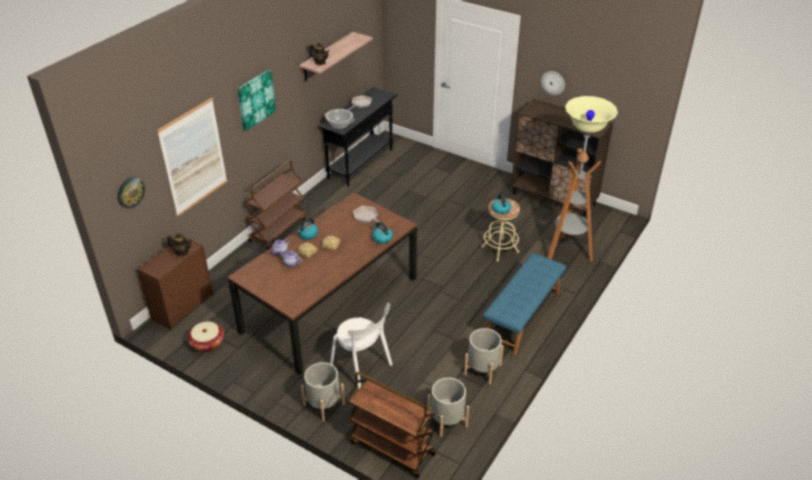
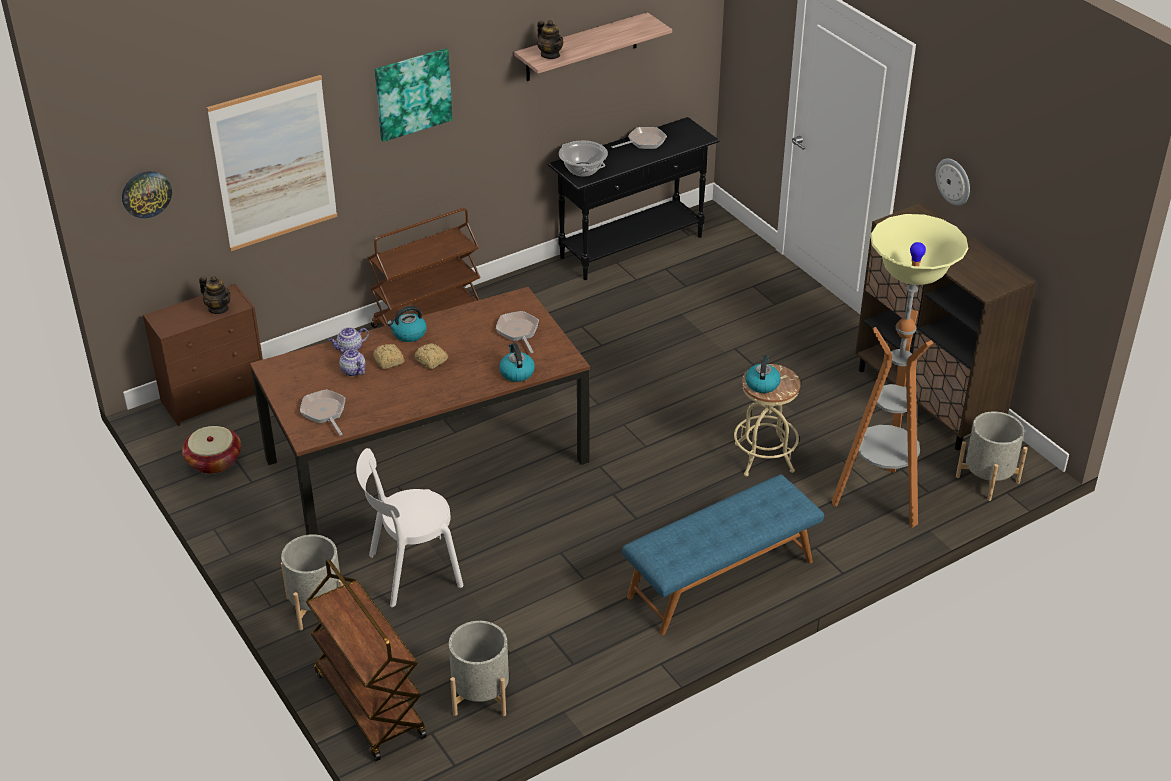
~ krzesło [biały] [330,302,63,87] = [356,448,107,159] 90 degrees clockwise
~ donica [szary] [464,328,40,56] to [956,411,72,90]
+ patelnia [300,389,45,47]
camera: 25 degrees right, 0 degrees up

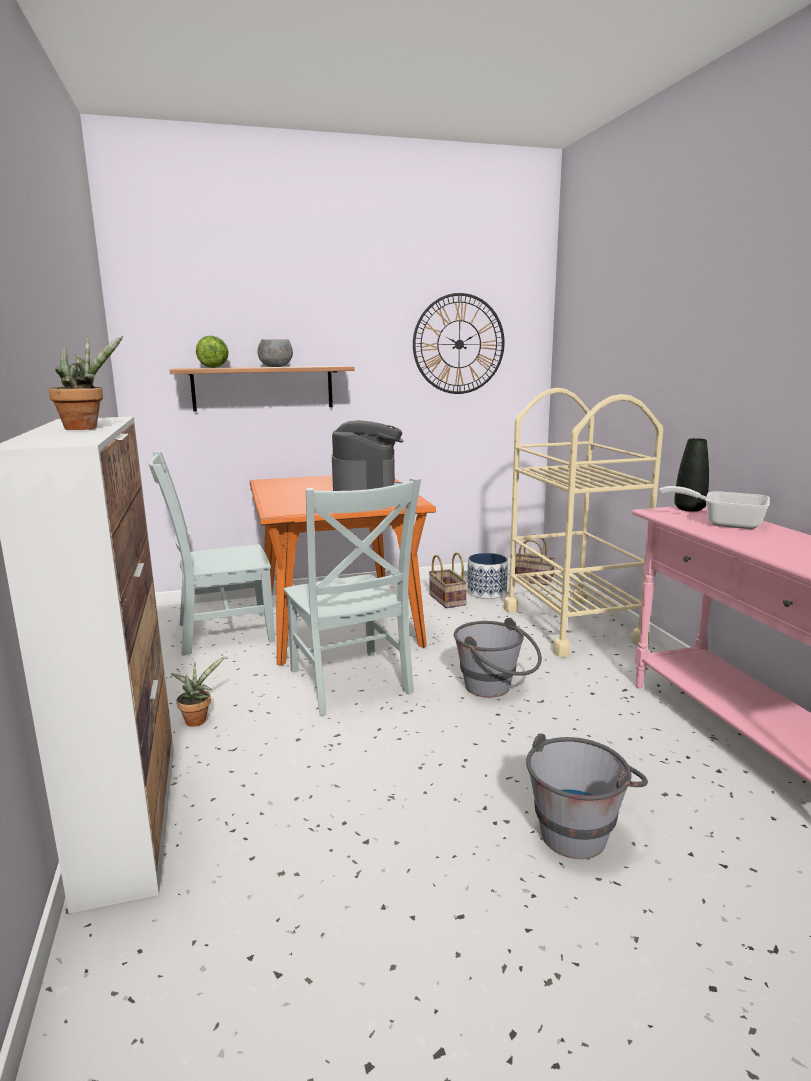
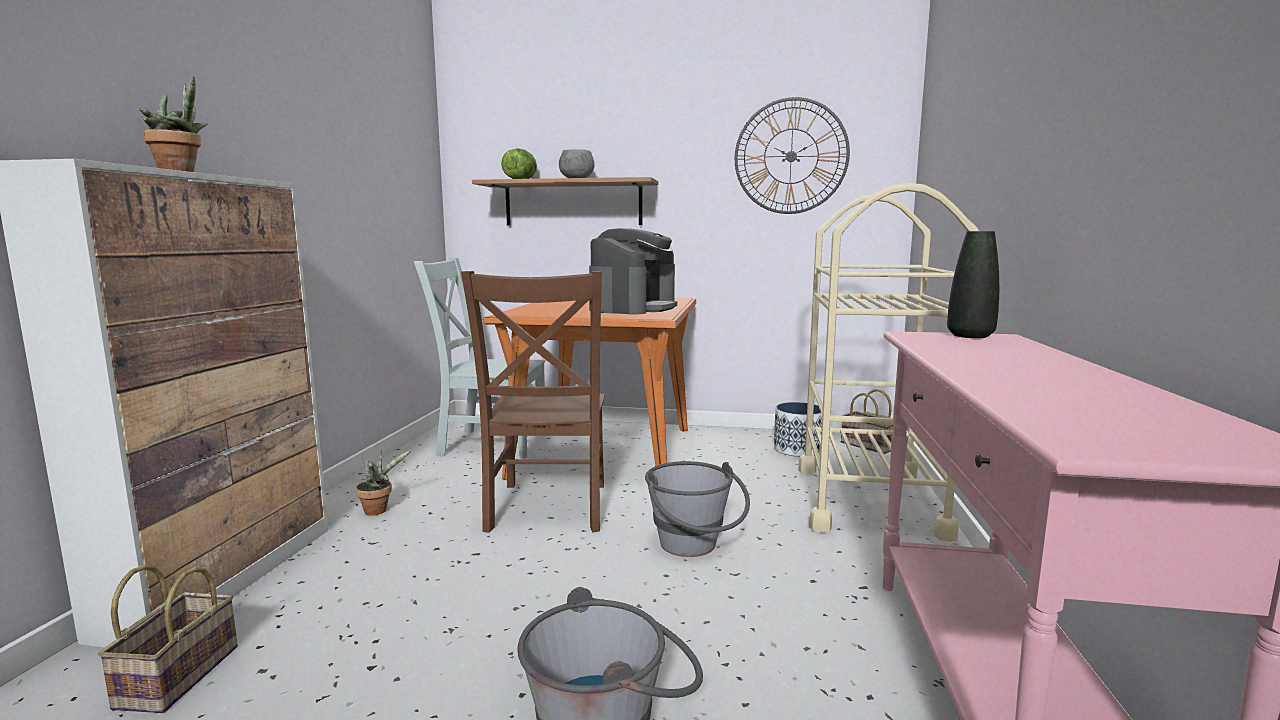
~ krzesło [szary] [284,478,137,238] to krzesło [brązowy] [461,271,143,262]
- patelnia [659,486,111,43]
~ koszyk [429,552,38,56] to [98,564,140,149]
camera: 25 degrees right, 5 degrees down

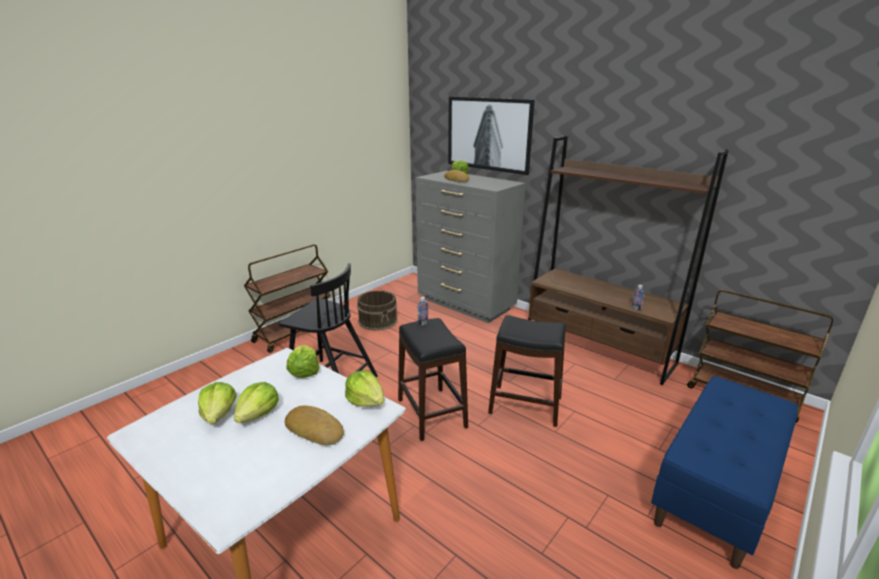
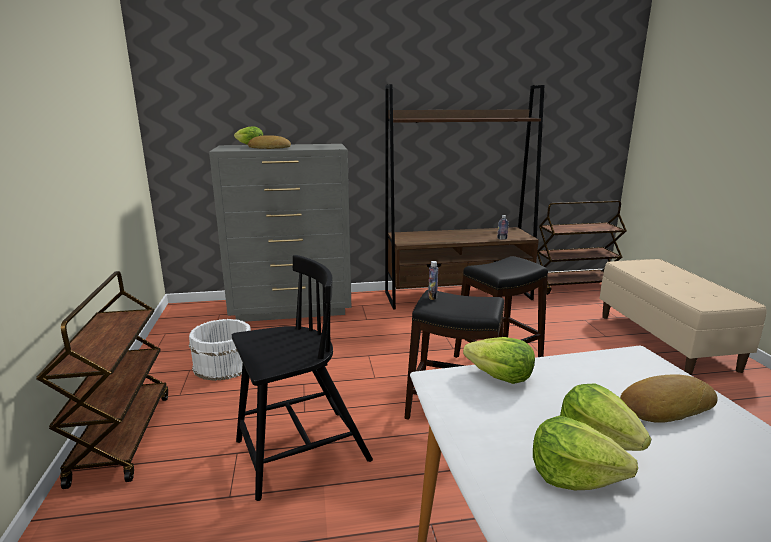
- obraz [448,97,87,78]
~ wiadro [brązowy] [357,291,41,40] to wiadro [biały] [189,319,62,62]
- sałata [345,370,39,37]
~ ławka [niebieski] [651,376,147,193] to ławka [beżowy] [599,259,168,117]
camera: 50 degrees left, 5 degrees down

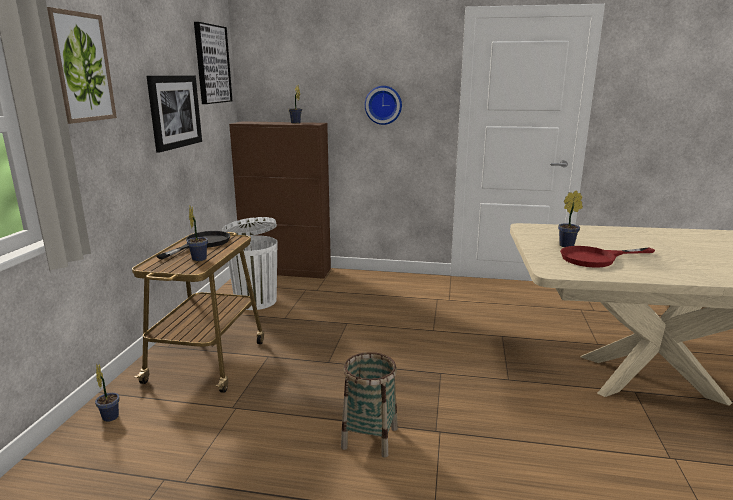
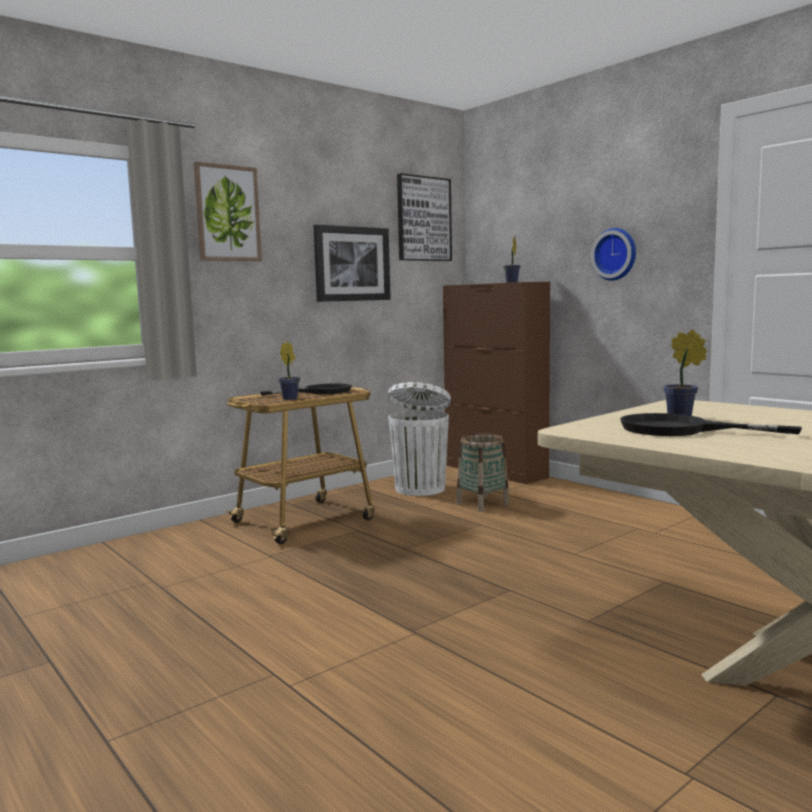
~ patelnia [czerwony] [560,246,95,22] to patelnia [czarny] [620,413,182,23]
~ koszyk [341,352,57,106] to [456,433,53,79]
- roślina doniczkowa [95,363,25,59]
camera: 40 degrees right, 10 degrees down

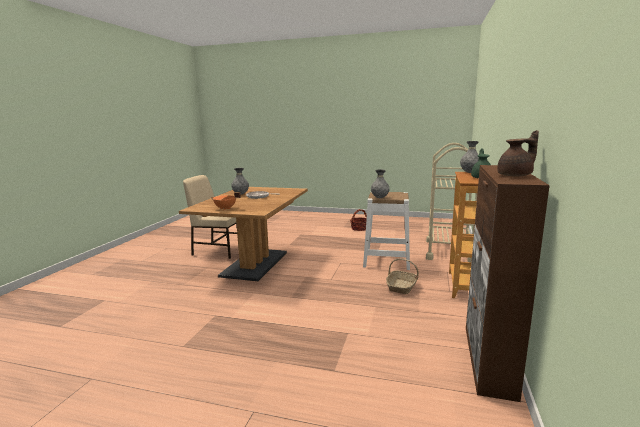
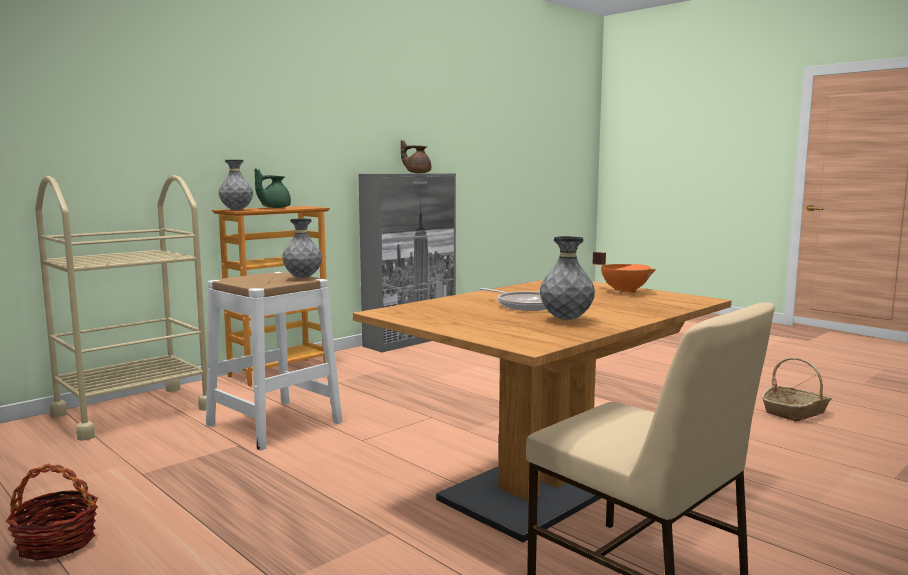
~ szafka [brązowy] [466,165,84,237] to szafka [szary] [358,173,98,179]
~ koszyk [386,258,33,36] to [761,358,71,63]
camera: 150 degrees left, 5 degrees down

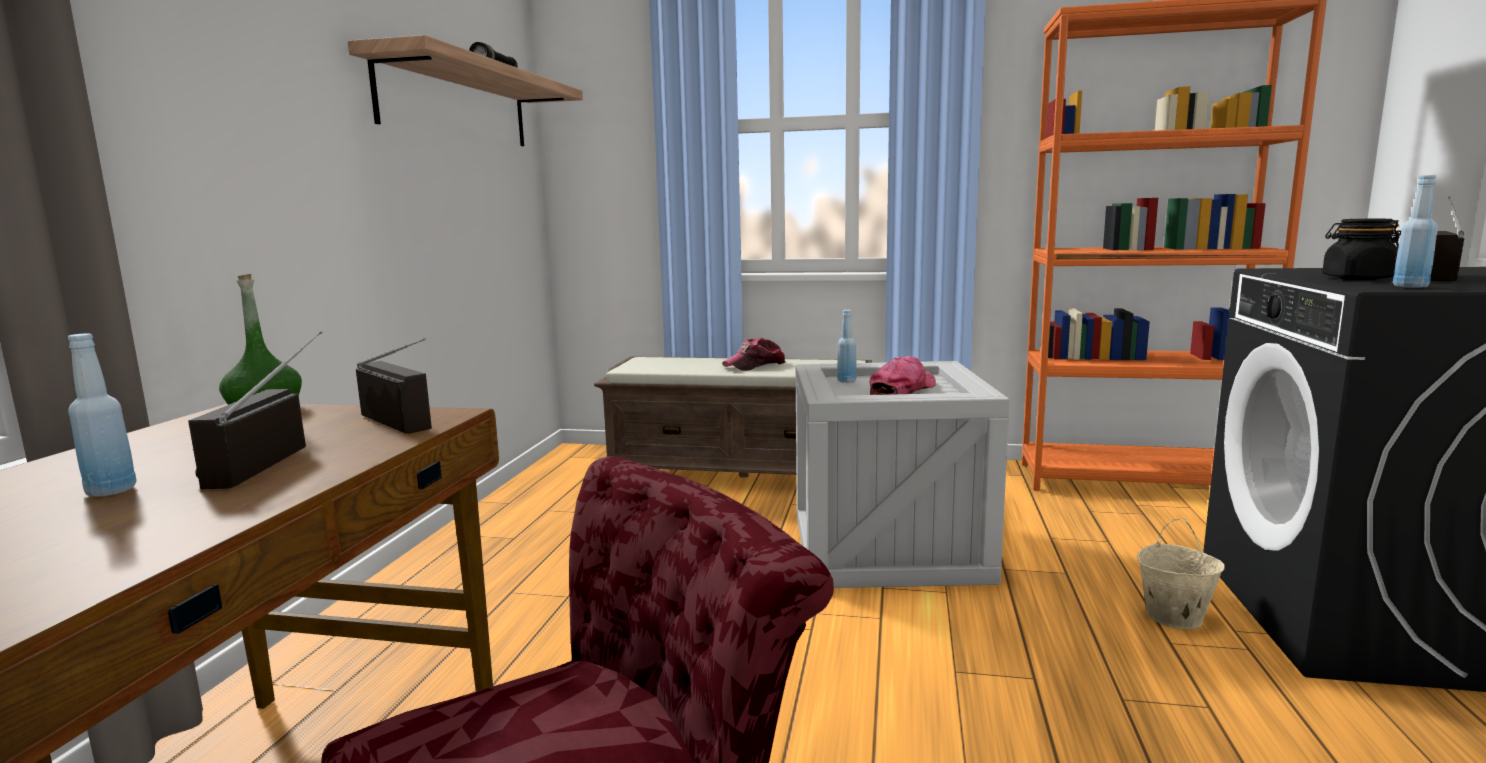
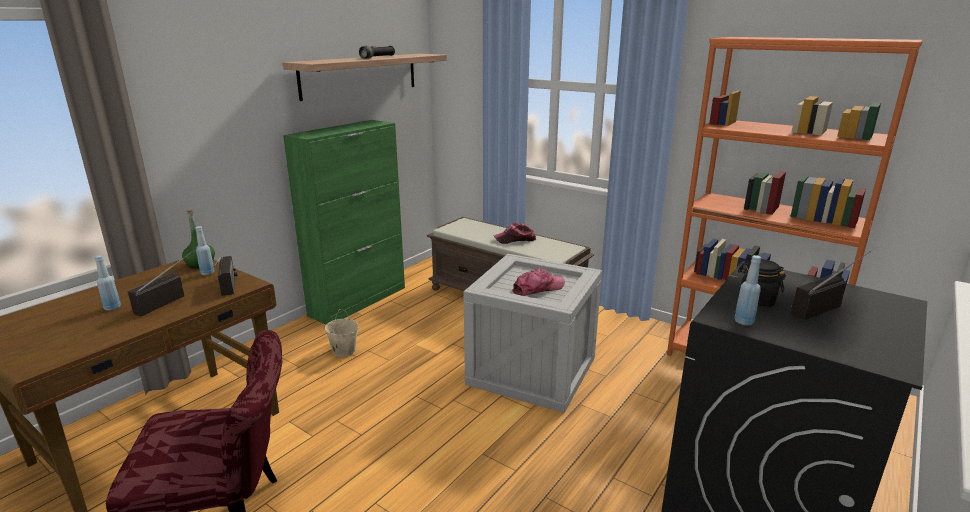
~ butelka [niebieski] [837,310,20,73] to [195,226,20,49]
~ wiadro [beżowy] [1137,519,88,110] to [325,309,34,48]
+ szafka [zielony] [283,120,122,205]
camera: 25 degrees right, 10 degrees up

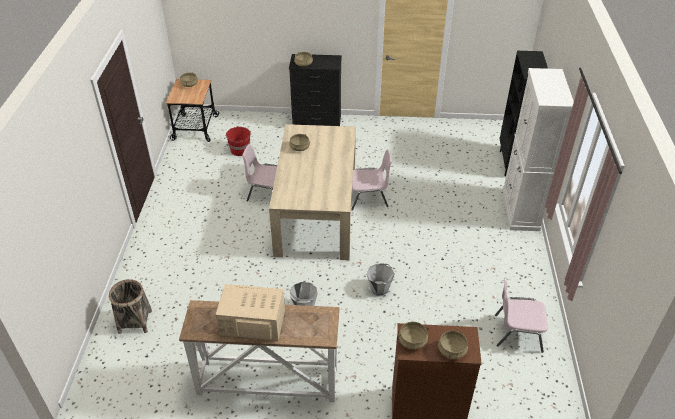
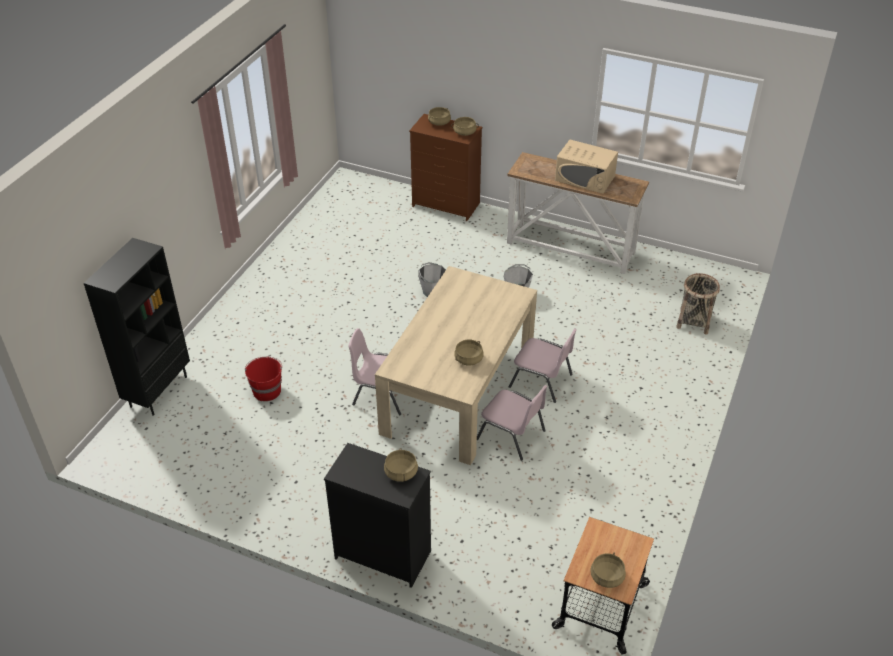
- szafka [biały] [502,68,72,163]
~ wiadro [czerwony] [226,127,25,29] to [245,357,37,44]
~ krzesło [różowy] [495,280,53,73] to [509,329,68,74]
camera: 160 degrees left, 0 degrees up

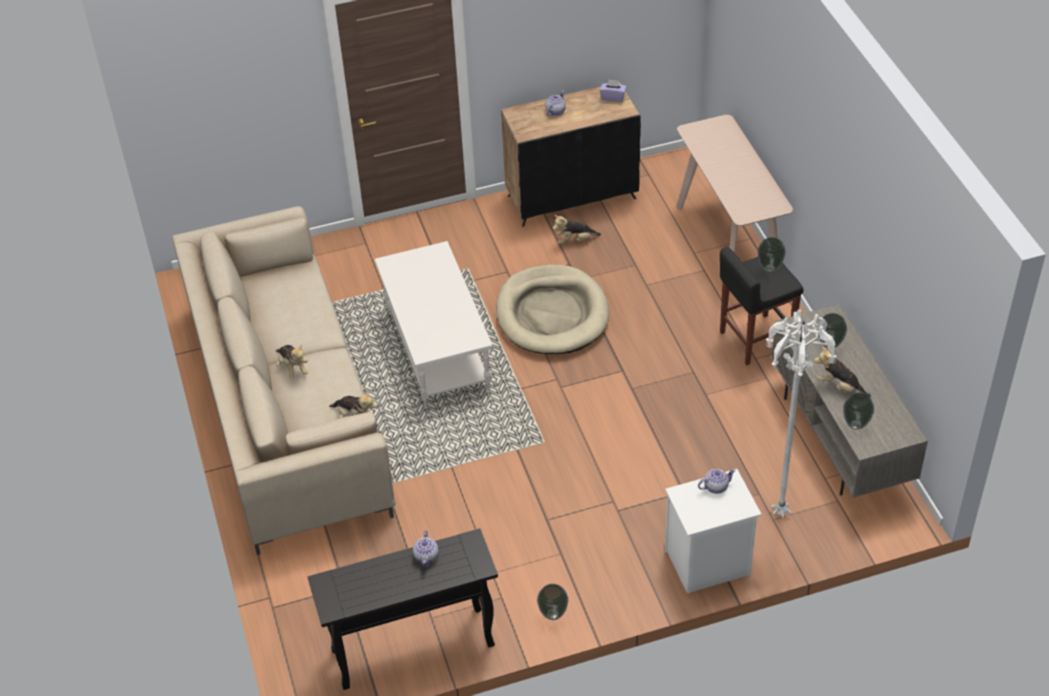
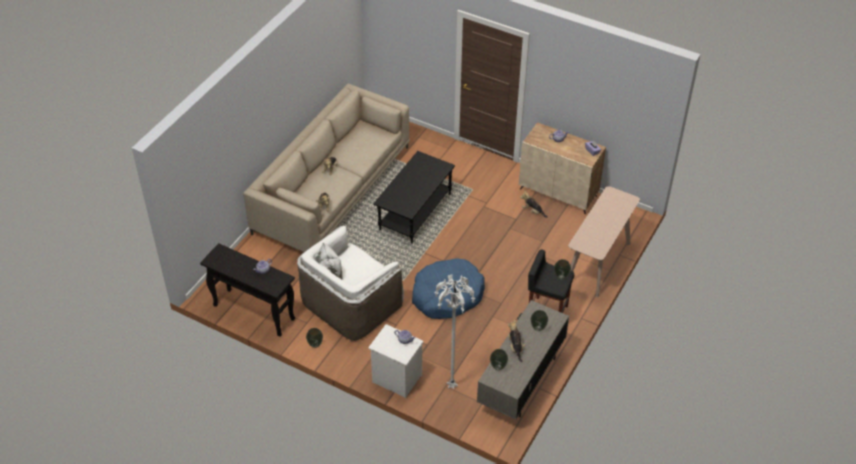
~ szafka [czarny] [501,82,140,145] to szafka [beżowy] [519,122,87,92]
~ ława [biały] [374,241,119,166] to ława [czarny] [373,151,82,93]
- legowisko [beżowy] [496,264,113,90]
+ fotel [biały] [297,226,107,116]
+ legowisko [niebieski] [412,258,73,61]
camera: 45 degrees right, 0 degrees up

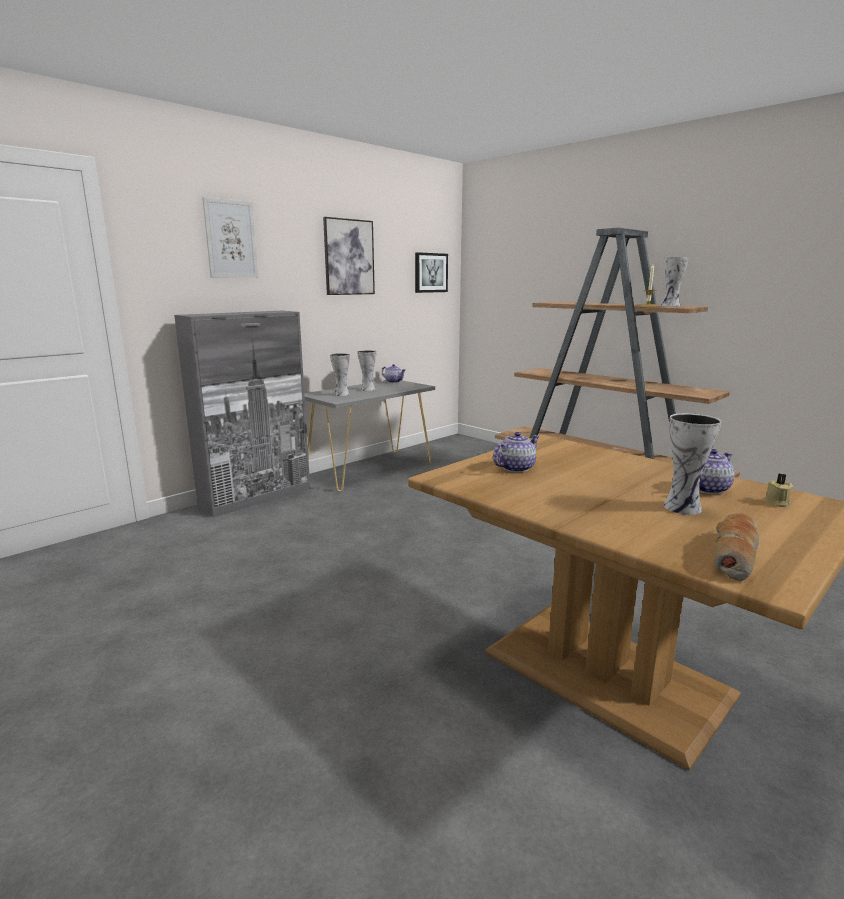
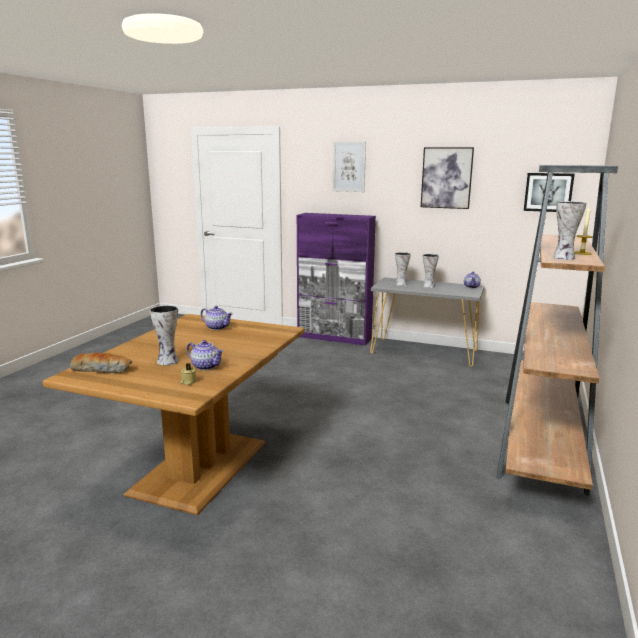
~ szafka [szary] [174,311,136,206] to szafka [fioletowy] [297,213,79,132]
camera: 65 degrees right, 0 degrees up

